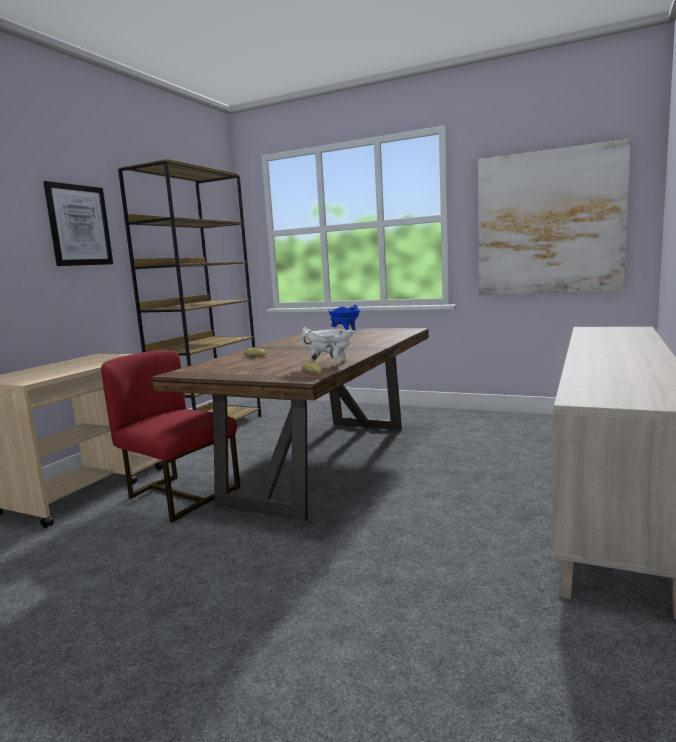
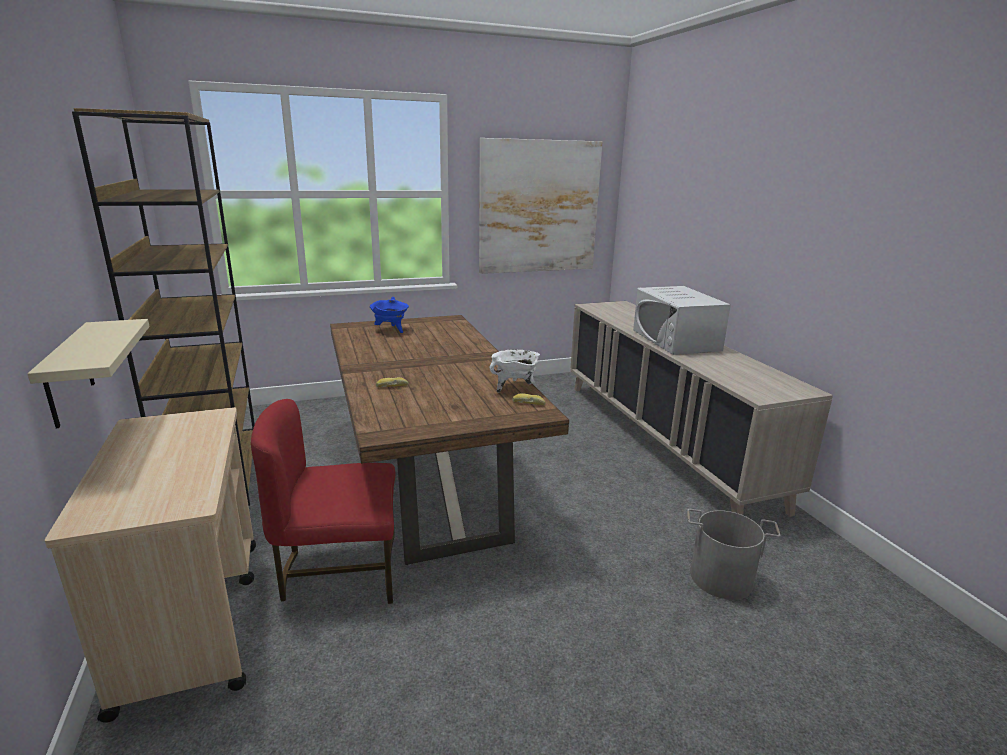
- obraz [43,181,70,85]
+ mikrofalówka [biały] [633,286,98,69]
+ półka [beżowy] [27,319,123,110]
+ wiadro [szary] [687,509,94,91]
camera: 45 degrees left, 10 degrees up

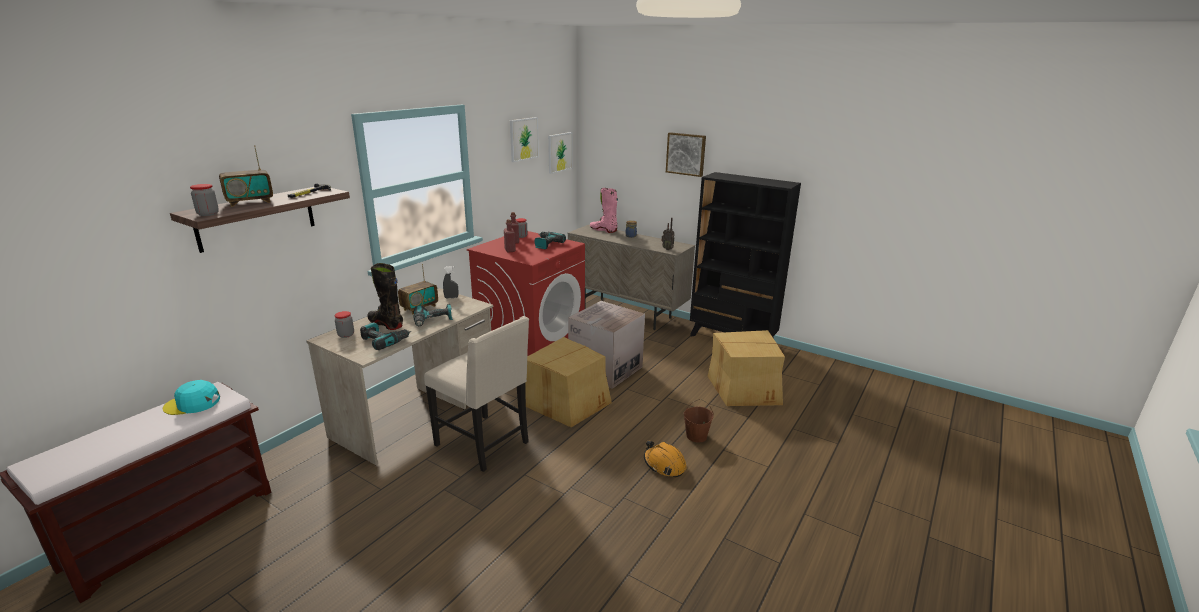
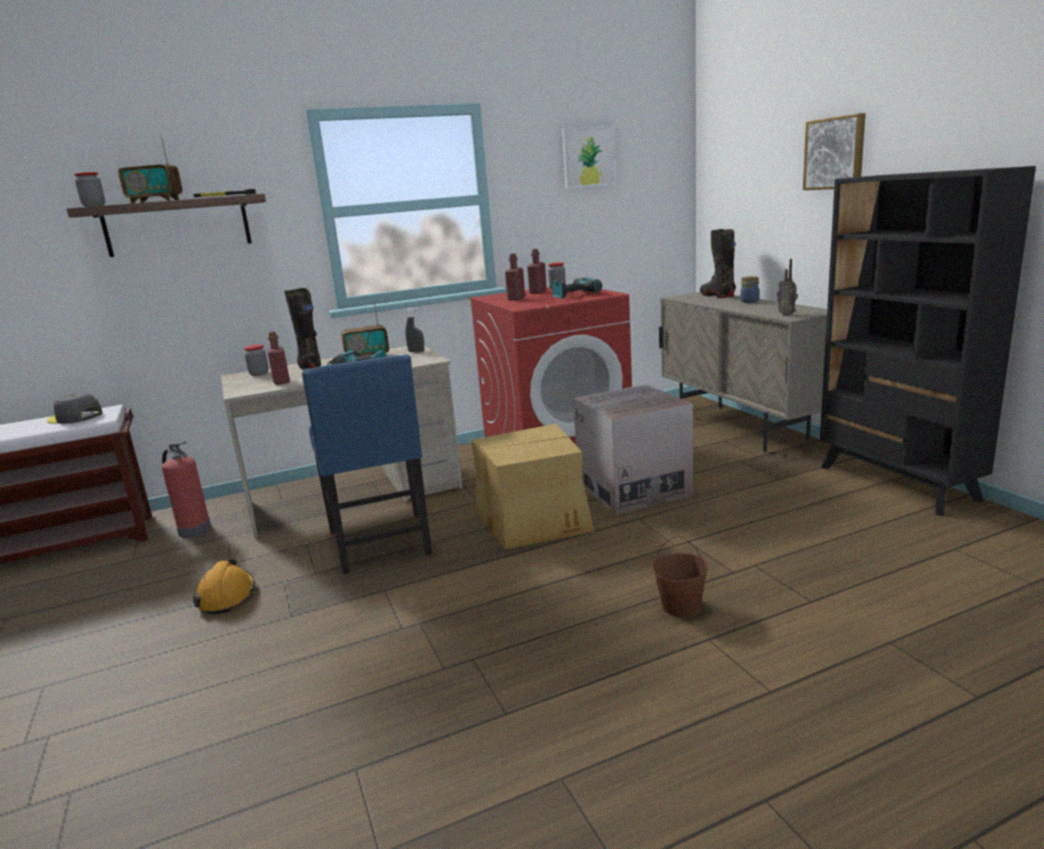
- obraz [548,132,25,42]
~ but z cholewką [różowy] [590,188,28,45] to but z cholewką [czarny] [700,229,36,69]
~ krzesło [beżowy] [424,316,105,156] to krzesło [niebieski] [302,354,130,220]
~ wiertarka [360,322,51,28] to butelka [czerwony] [267,331,23,54]
- karton [708,330,77,76]
~ czapka z daszkiem [turkusowy] [163,380,57,35] to czapka z daszkiem [szary] [47,393,56,31]
~ kask [pomarańczowy] [644,441,43,37] to [193,558,62,57]
+ gaśnica [162,442,49,96]
camera: 35 degrees right, 5 degrees down

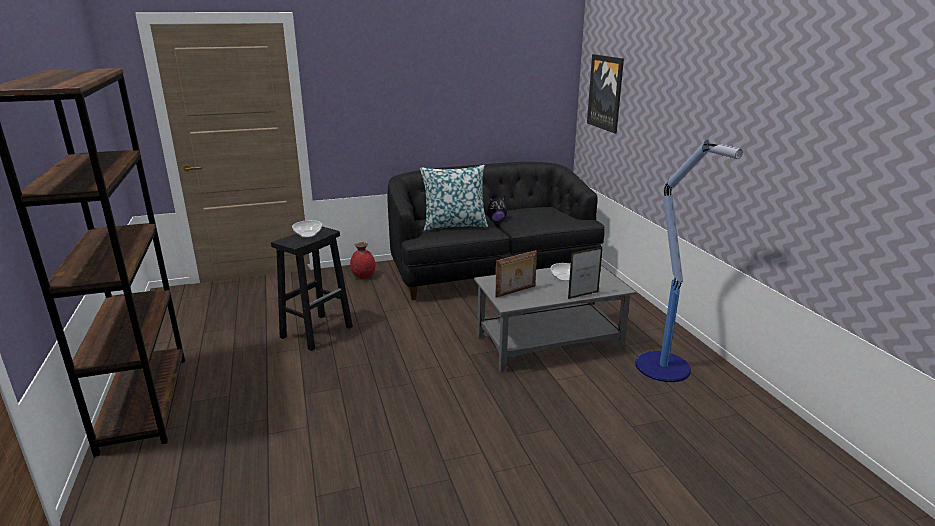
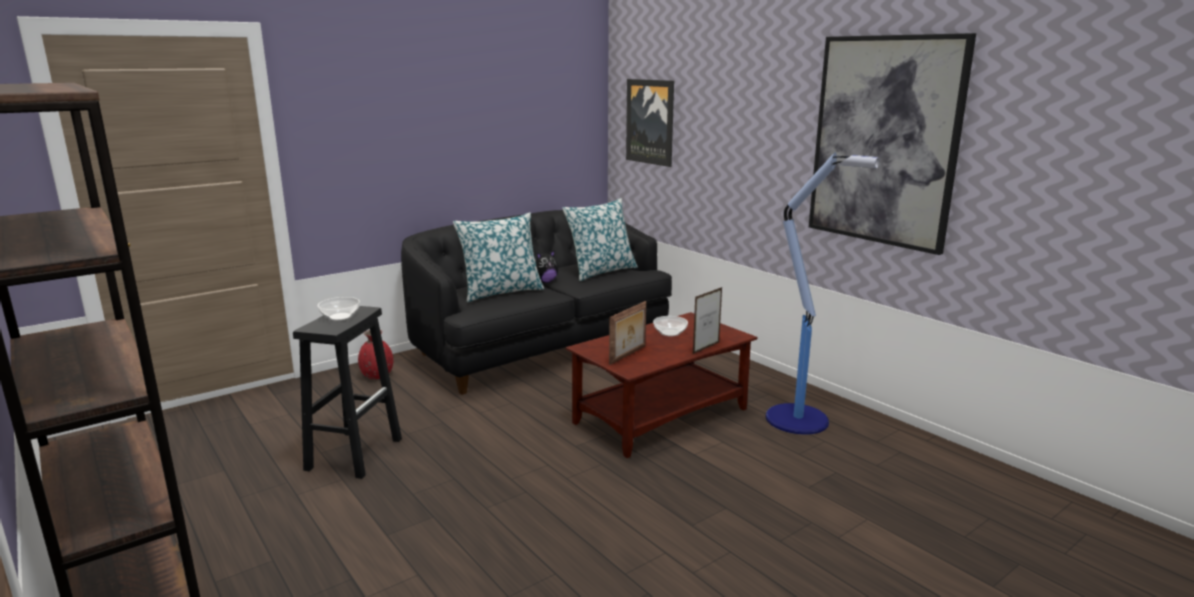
~ ława [szary] [474,266,162,106] to ława [brązowy] [566,312,191,146]
+ obraz [809,33,167,222]
+ poduszka [562,198,76,83]
camera: 20 degrees left, 5 degrees down

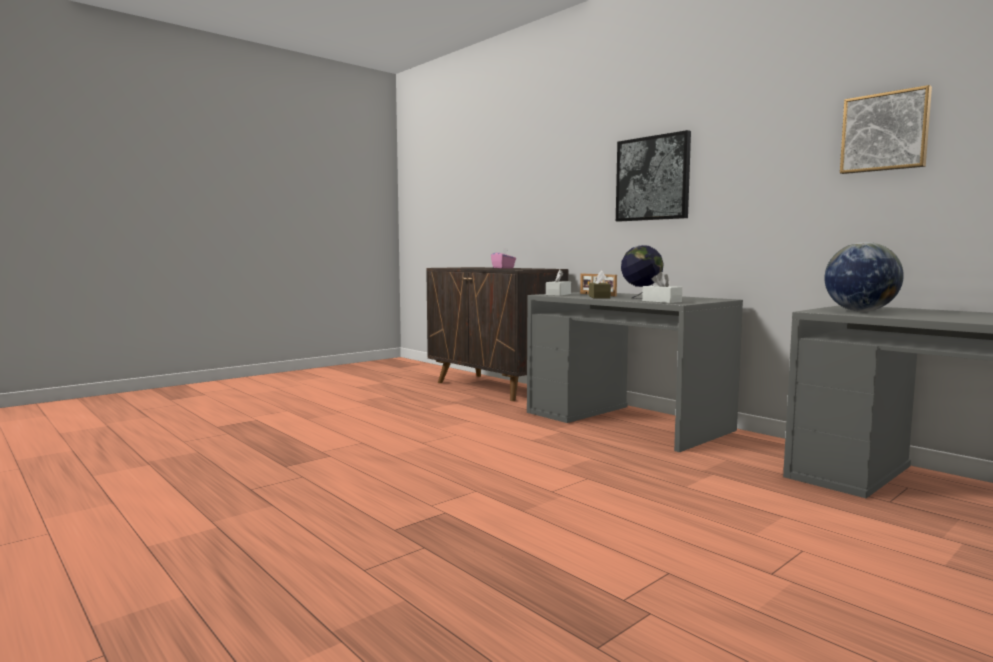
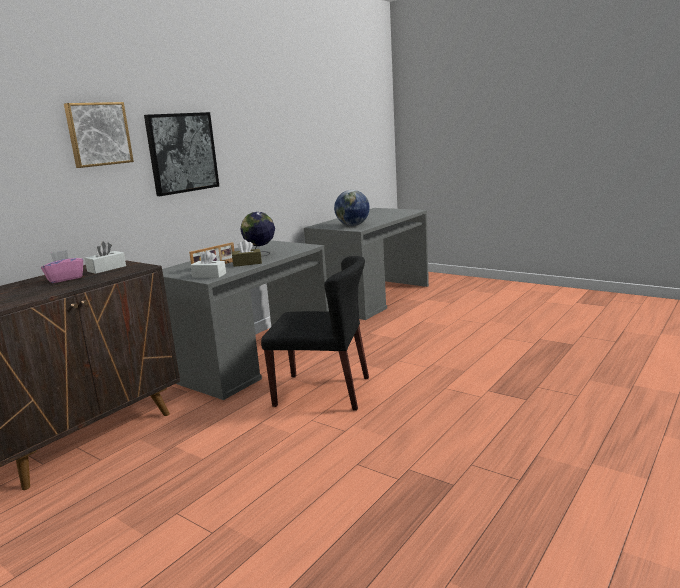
~ obraz [840,85,92,89] to [64,102,70,66]
~ pudełko chusteczek [biały] [642,272,40,31] to [85,241,41,33]
+ krzesło [czarny] [261,256,108,155]
camera: 100 degrees left, 10 degrees up

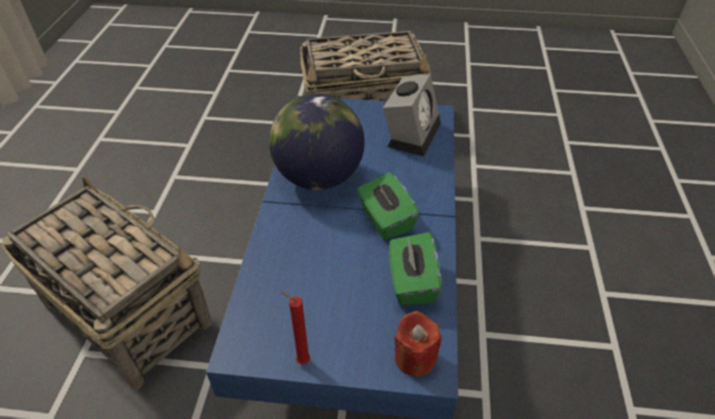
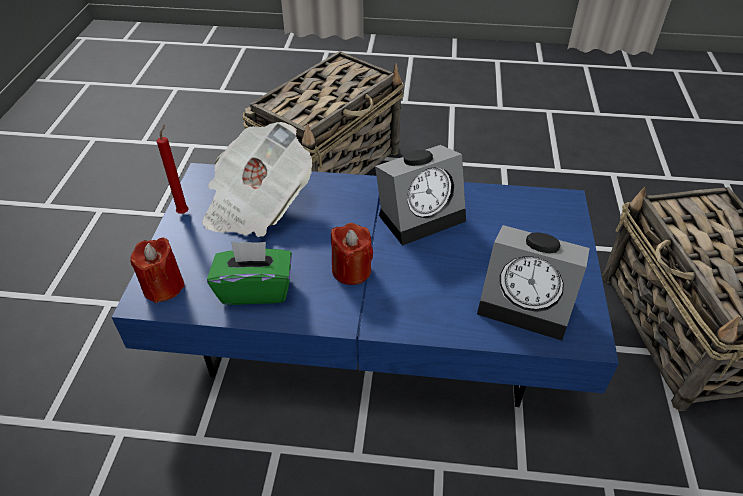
~ globus [269,94,96,96] to budzik [375,145,91,101]
~ pudełko chusteczek [zielony] [357,172,62,68] to świeca [czerwony] [331,223,42,62]
+ gazeta [202,122,110,115]
camera: 90 degrees right, 0 degrees up

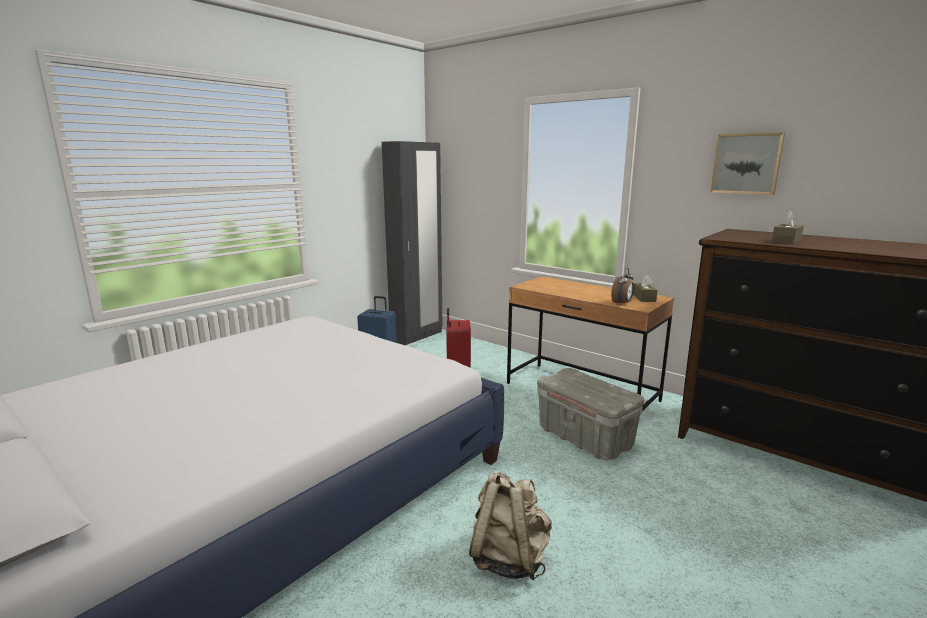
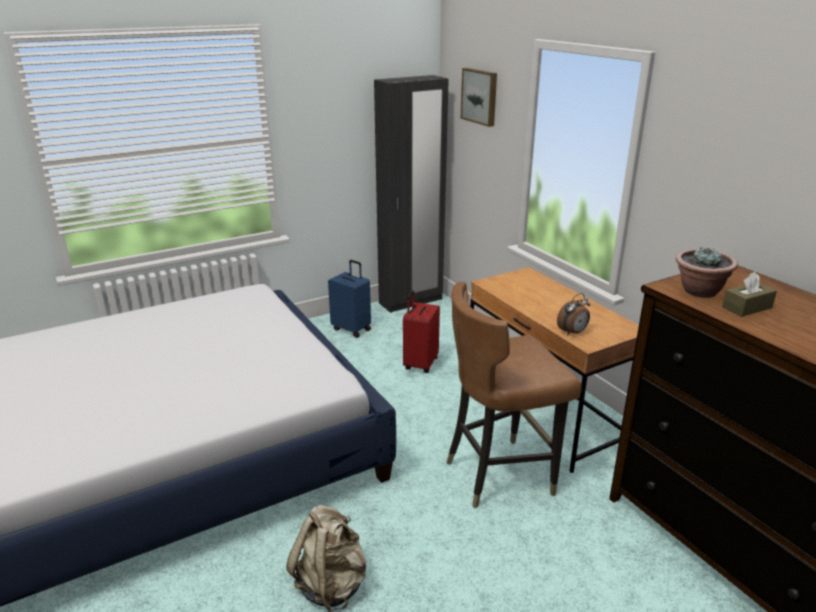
~ obraz [711,132,74,63] to [461,68,36,59]
- pudełko chusteczek [brązowy] [633,275,24,27]
~ pojemnik do przechowywania [szary] [537,368,107,92] to krzesło [brązowy] [447,282,134,227]
+ roślina doniczkowa [676,247,62,51]
camera: 20 degrees right, 10 degrees up

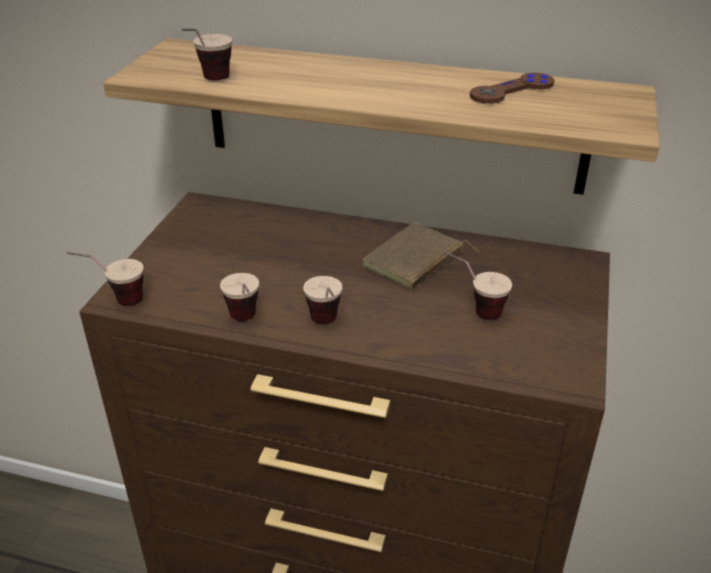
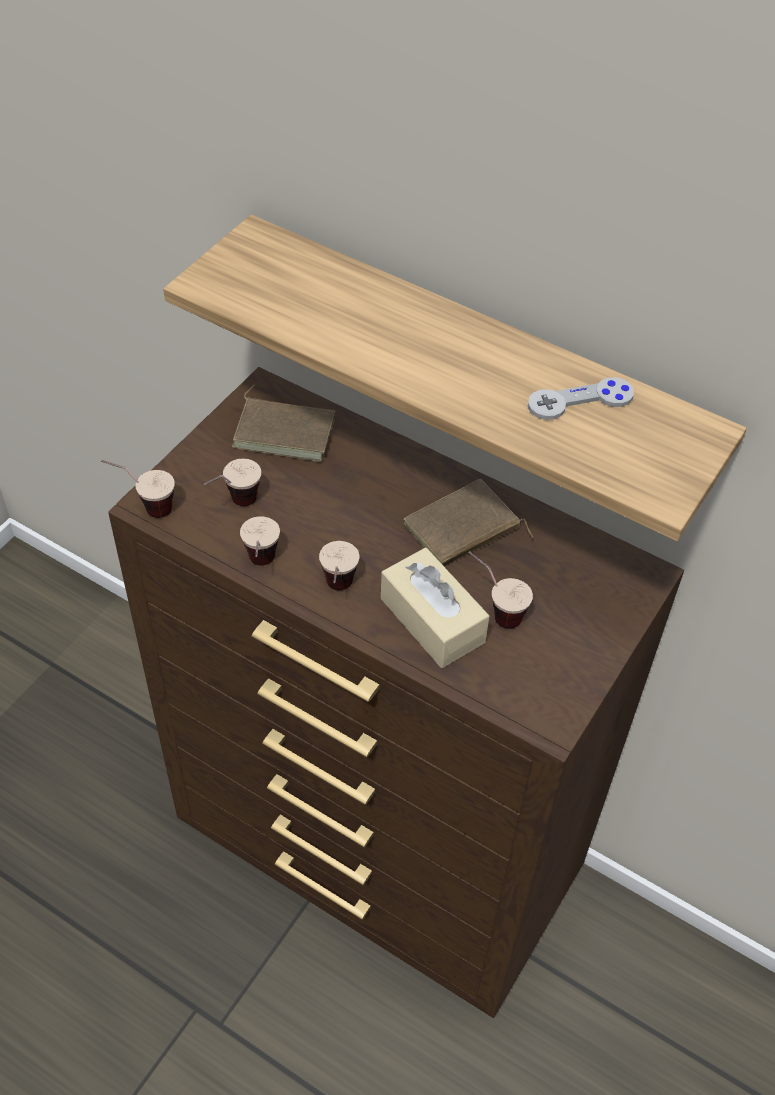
~ filiżanka [181,28,51,53] to [204,459,57,47]
~ pad do gier [brązowy] [470,73,85,31] to pad do gier [szary] [528,377,106,43]
+ książka [brązowy] [232,384,103,78]
+ pudełko chusteczek [beżowy] [381,548,108,120]
camera: 15 degrees right, 15 degrees up

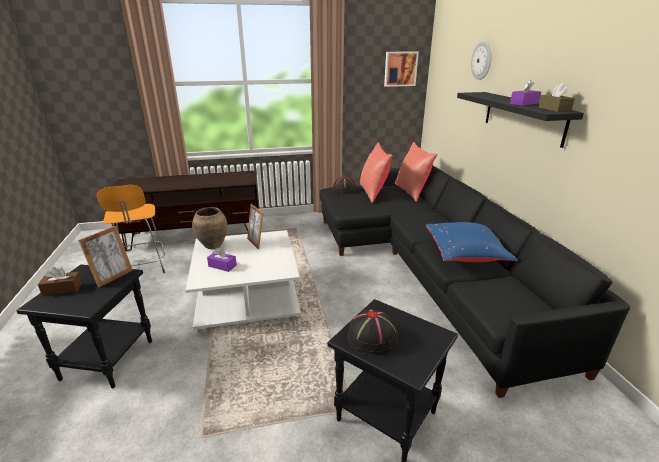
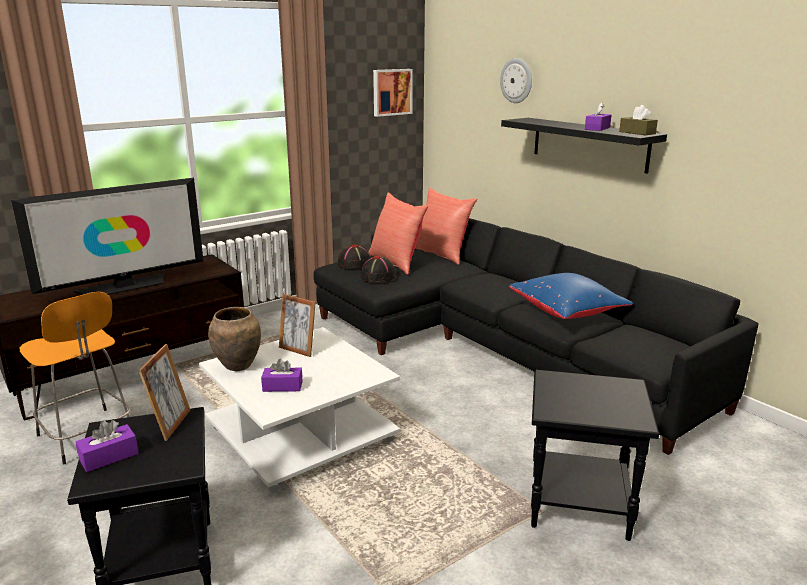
~ pudełko chusteczek [brązowy] [38,267,44,29] to pudełko chusteczek [fioletowy] [76,420,63,52]
~ kapelusz [czarny] [347,310,51,46] to [360,256,36,26]
+ telewizor [11,178,193,117]
camera: 25 degrees left, 5 degrees down

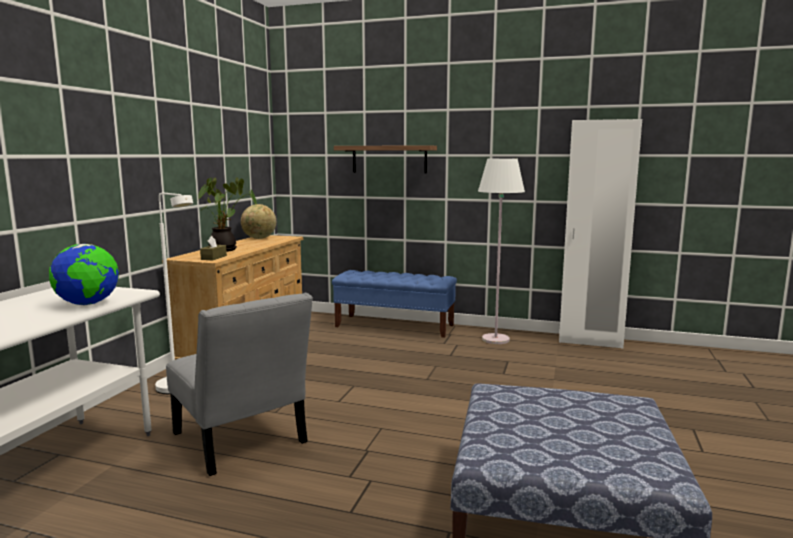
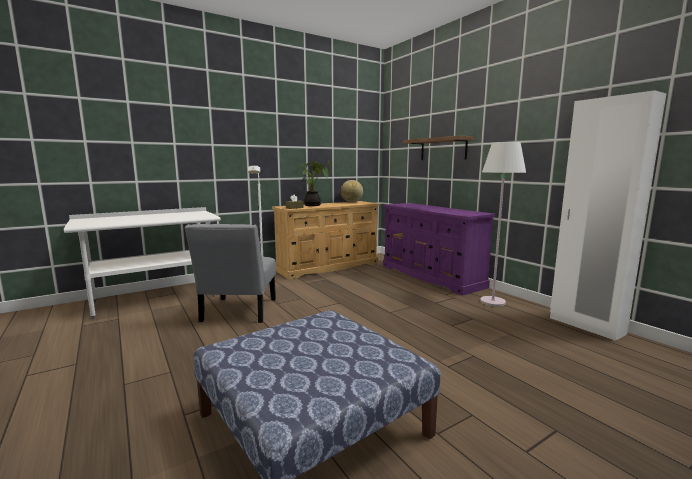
- globus [49,244,70,61]
~ ławka [niebieski] [332,270,125,68] to komoda [fioletowy] [383,203,113,93]
camera: 40 degrees right, 0 degrees up

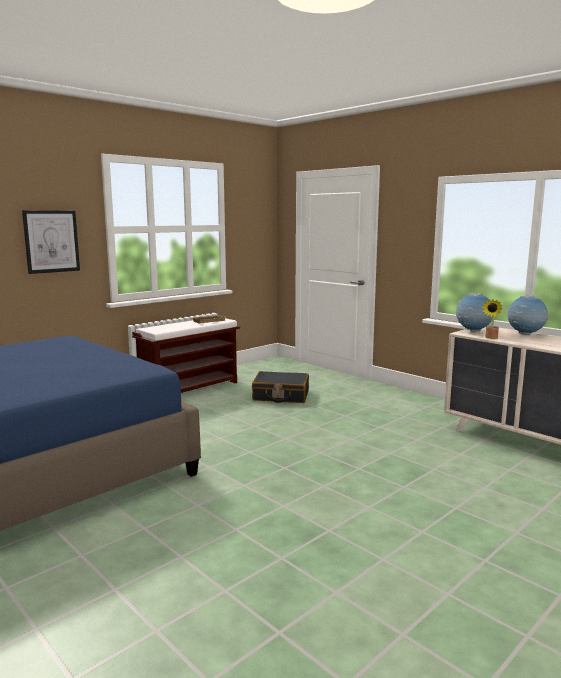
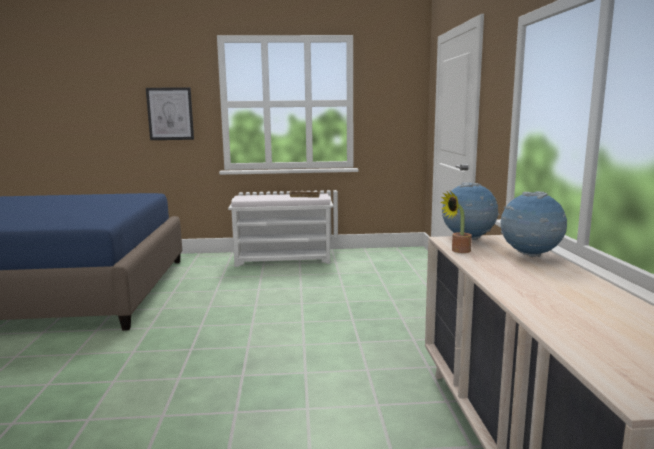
~ ławka [brązowy] [132,318,108,75] to ławka [biały] [228,193,105,74]
- walizka [czarny] [252,371,57,32]
camera: 40 degrees right, 0 degrees up

